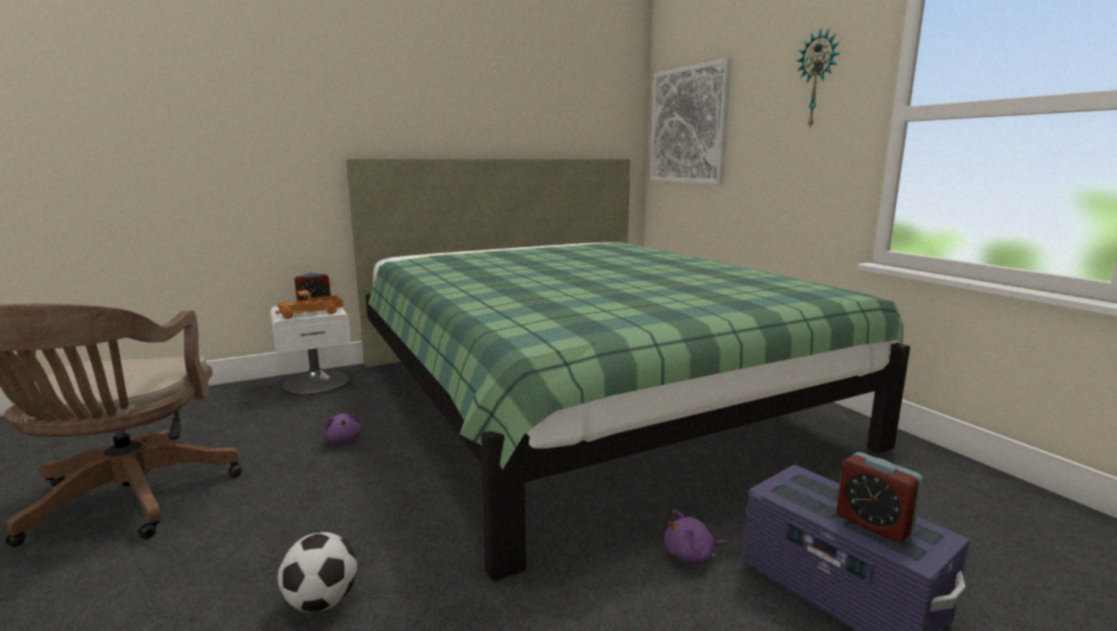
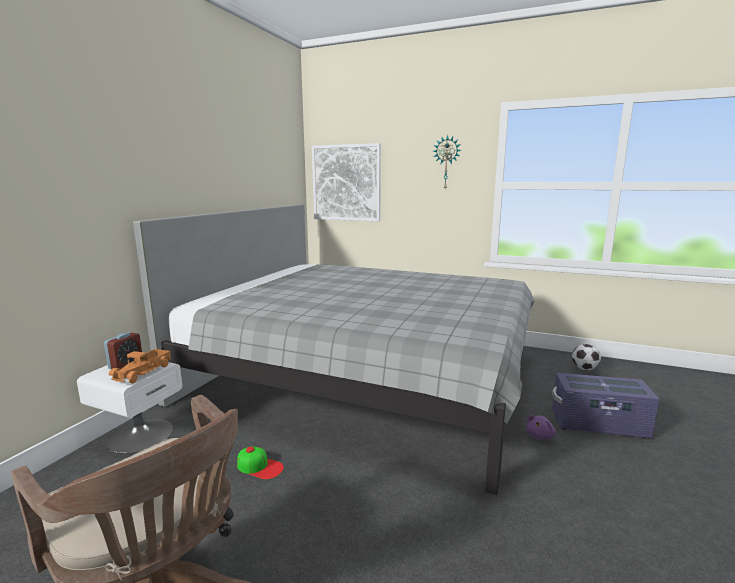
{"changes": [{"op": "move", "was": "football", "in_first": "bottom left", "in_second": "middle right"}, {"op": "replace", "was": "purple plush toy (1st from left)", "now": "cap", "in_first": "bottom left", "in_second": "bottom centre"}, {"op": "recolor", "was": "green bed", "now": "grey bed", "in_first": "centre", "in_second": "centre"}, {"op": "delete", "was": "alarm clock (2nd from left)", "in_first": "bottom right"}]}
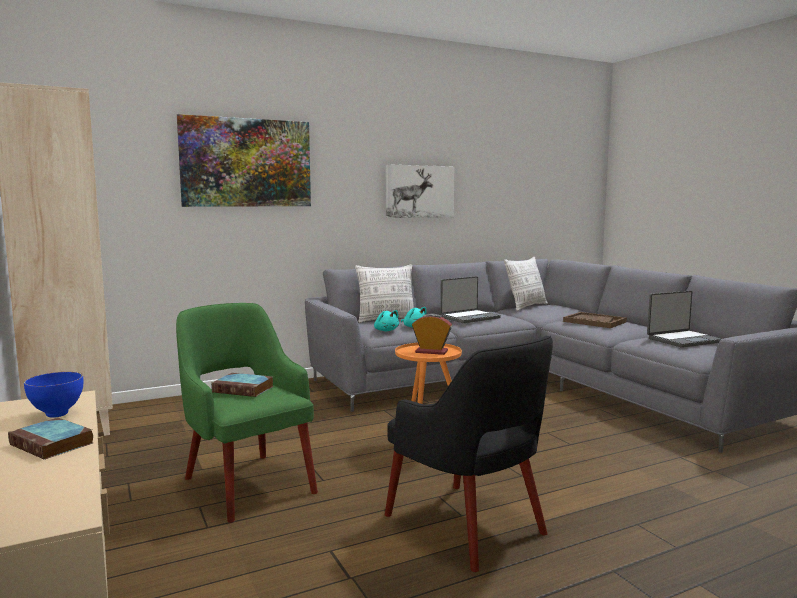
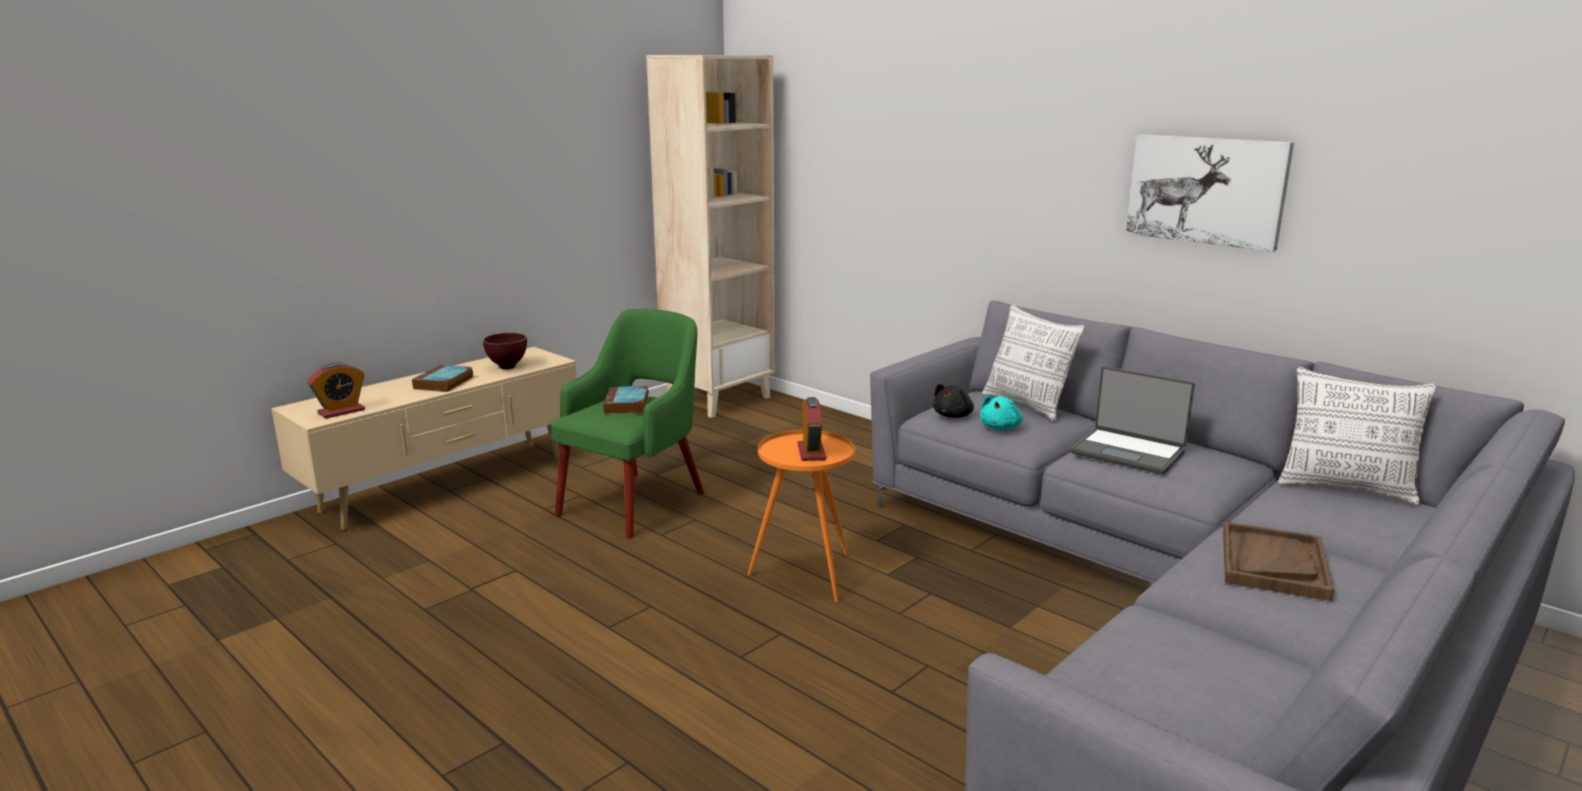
{"changes": [{"op": "recolor", "was": "blue bowl", "now": "brown bowl", "in_first": "middle left", "in_second": "middle left"}, {"op": "delete", "was": "picture (1st from left)", "in_first": "top left"}, {"op": "recolor", "was": "turquoise plush toy (1st from left)", "now": "black plush toy", "in_first": "centre", "in_second": "centre"}, {"op": "delete", "was": "black armchair", "in_first": "bottom centre"}, {"op": "delete", "was": "laptop (2nd from left)", "in_first": "middle right"}, {"op": "insert", "now": "alarm clock (1st from left)", "in_second": "middle left"}]}
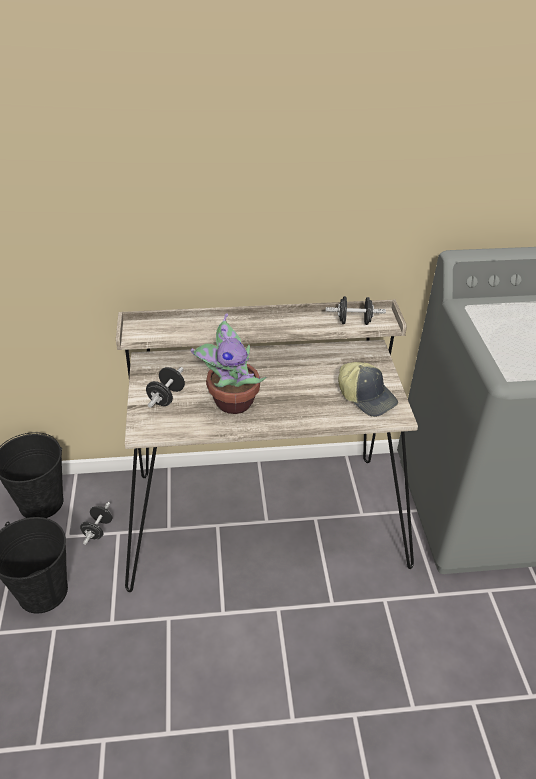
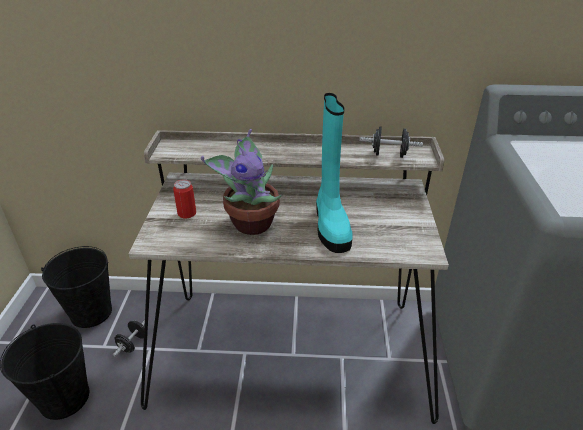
{"changes": [{"op": "replace", "was": "black dumbbell (2nd from left)", "now": "can", "in_first": "middle left", "in_second": "middle left"}, {"op": "delete", "was": "cap", "in_first": "middle right"}, {"op": "insert", "now": "turquoise boot", "in_second": "centre"}]}
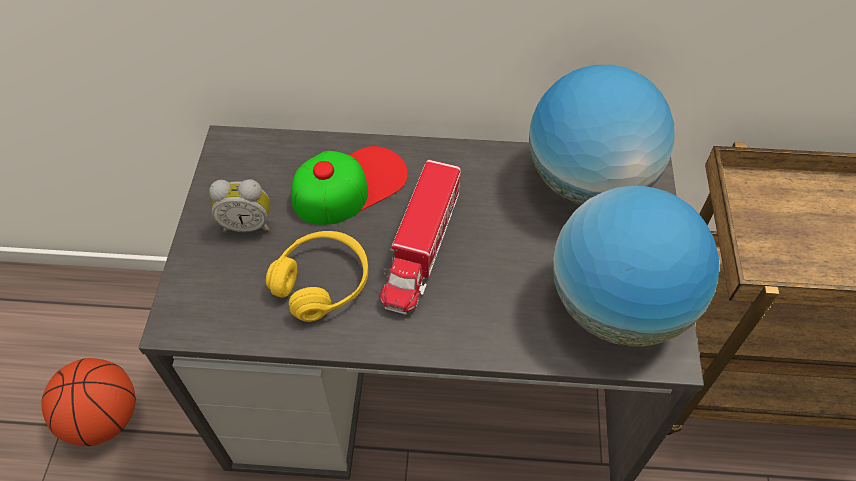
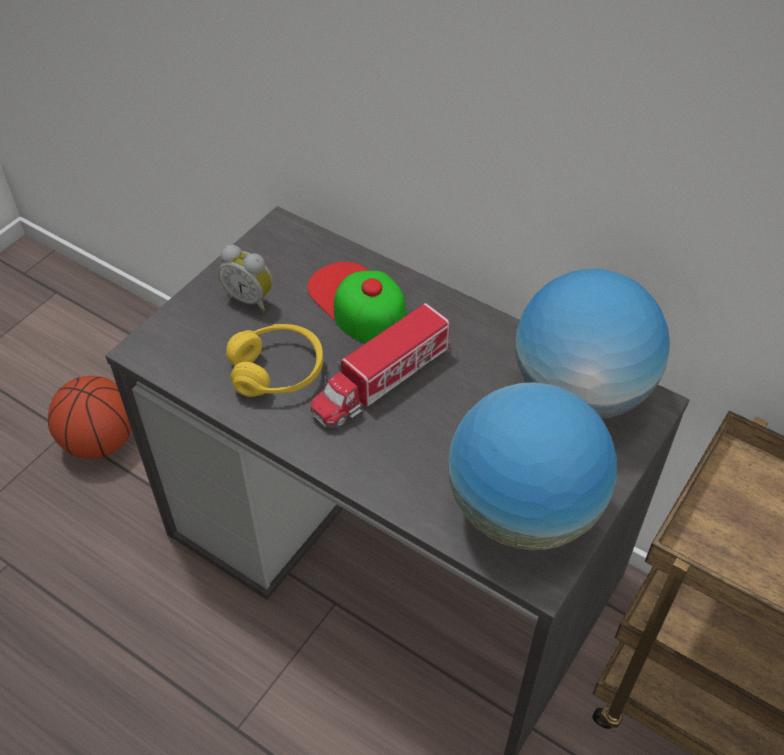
{"changes": [{"op": "rotate", "was": "cap", "in_first": "centre", "in_second": "centre", "clockwise": -120}]}
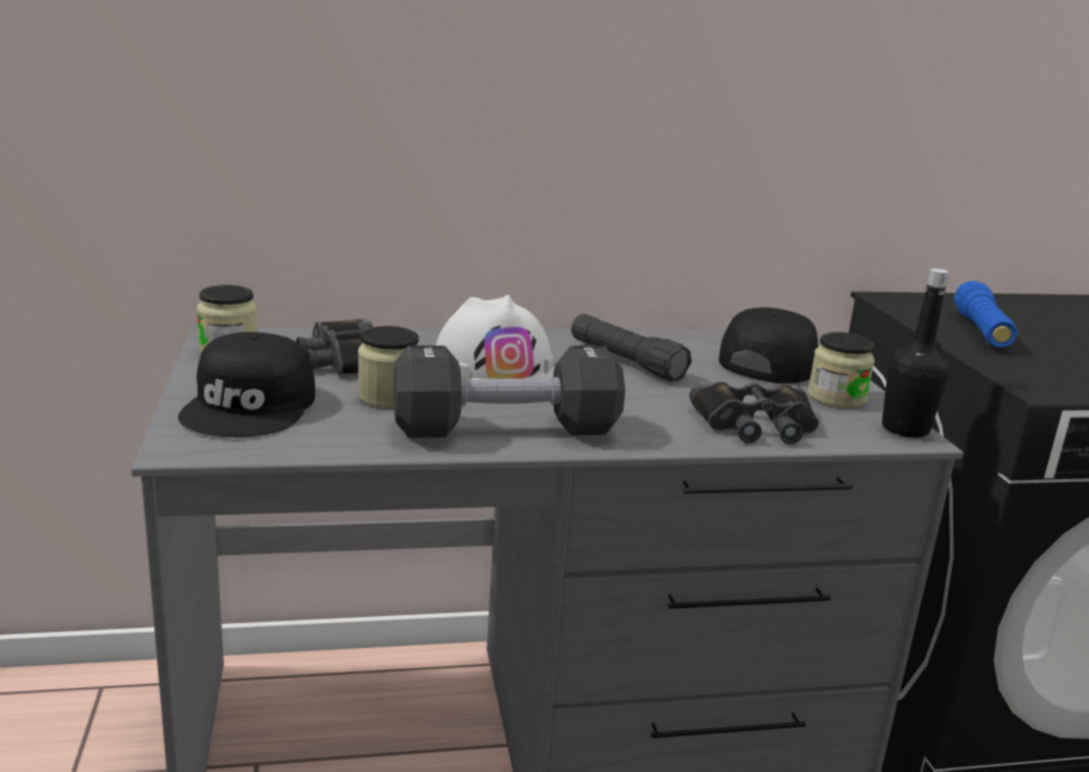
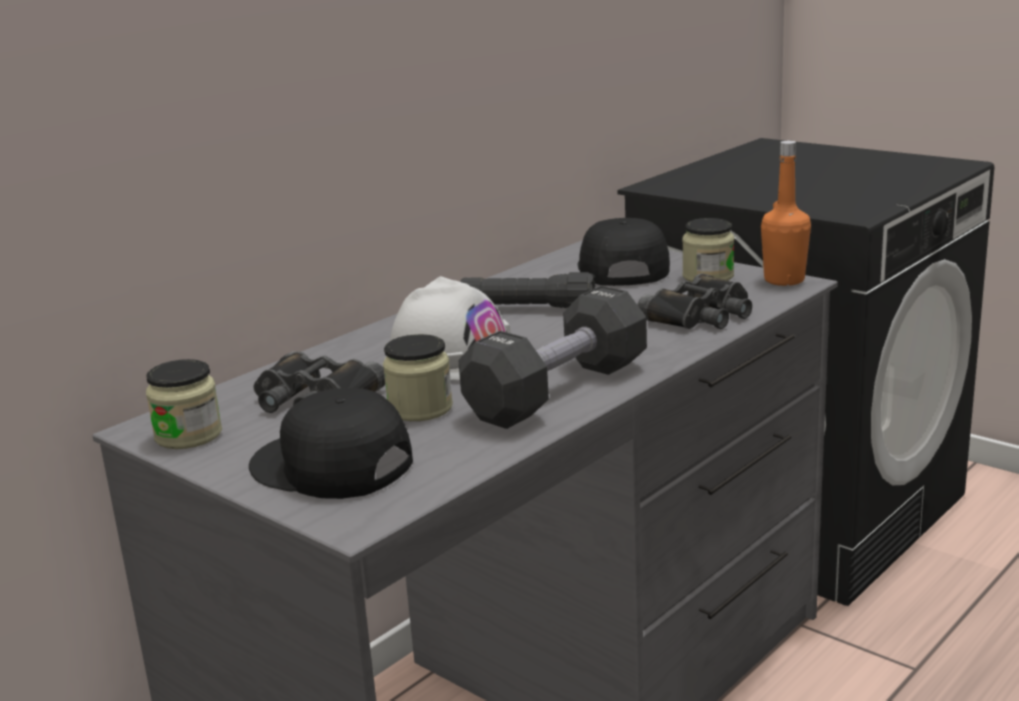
{"changes": [{"op": "rotate", "was": "black cap (1st from left)", "in_first": "middle left", "in_second": "middle left", "clockwise": 150}, {"op": "recolor", "was": "black bottle", "now": "orange bottle", "in_first": "middle right", "in_second": "top right"}, {"op": "delete", "was": "blue flashlight", "in_first": "middle right"}]}
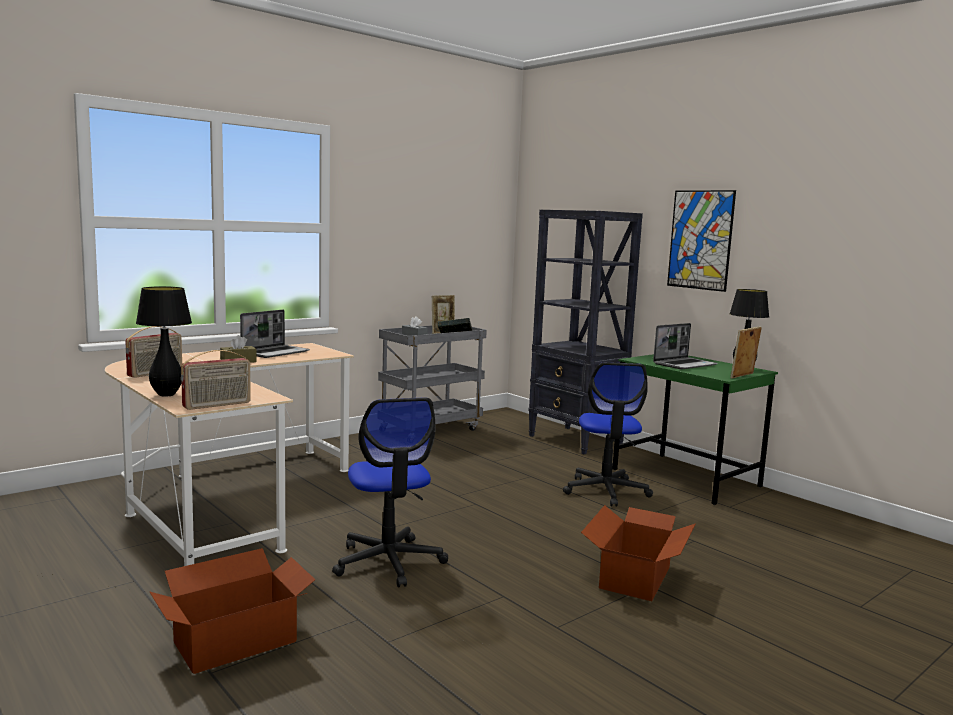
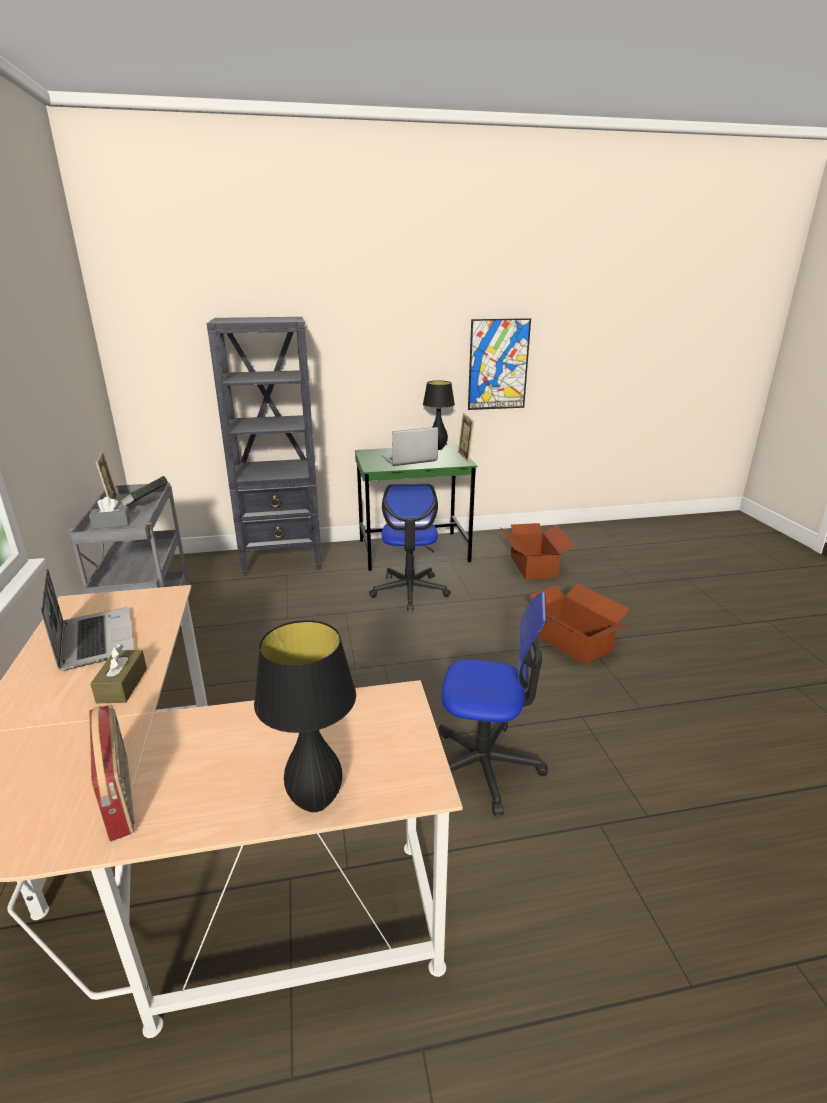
{"changes": [{"op": "move", "was": "cardboard box (1st from left)", "in_first": "bottom left", "in_second": "centre"}, {"op": "delete", "was": "radio (2nd from left)", "in_first": "middle left"}, {"op": "rotate", "was": "office chair (2nd from left in the first image)", "in_first": "centre", "in_second": "centre", "clockwise": 60}, {"op": "rotate", "was": "laptop (2nd from left)", "in_first": "middle right", "in_second": "centre", "clockwise": -105}, {"op": "move", "was": "picture", "in_first": "middle right", "in_second": "top centre"}]}
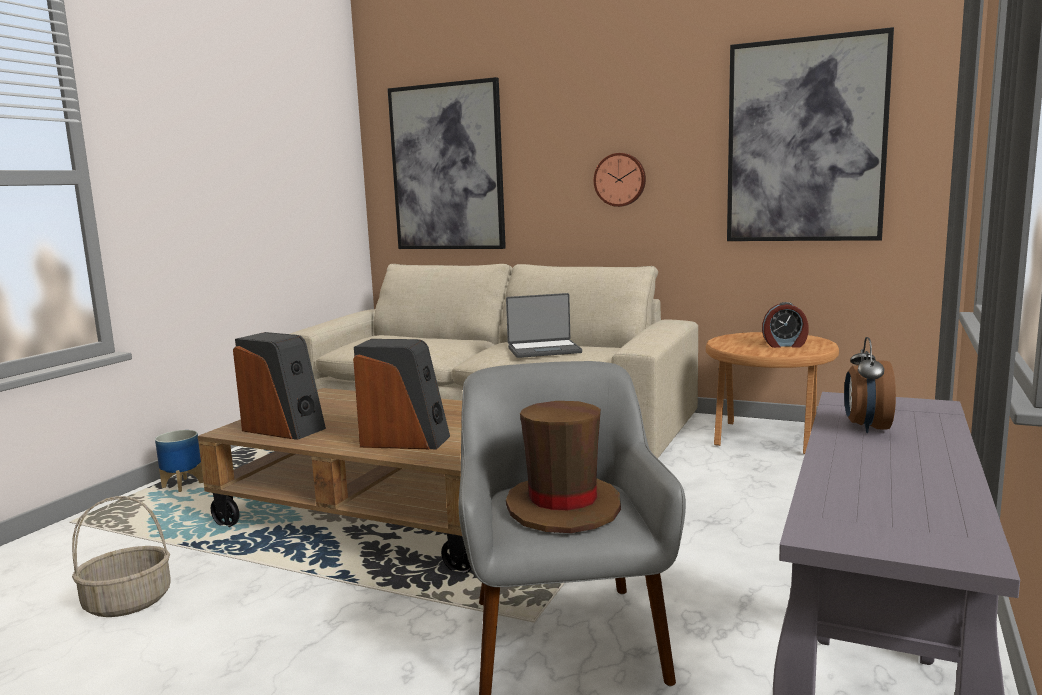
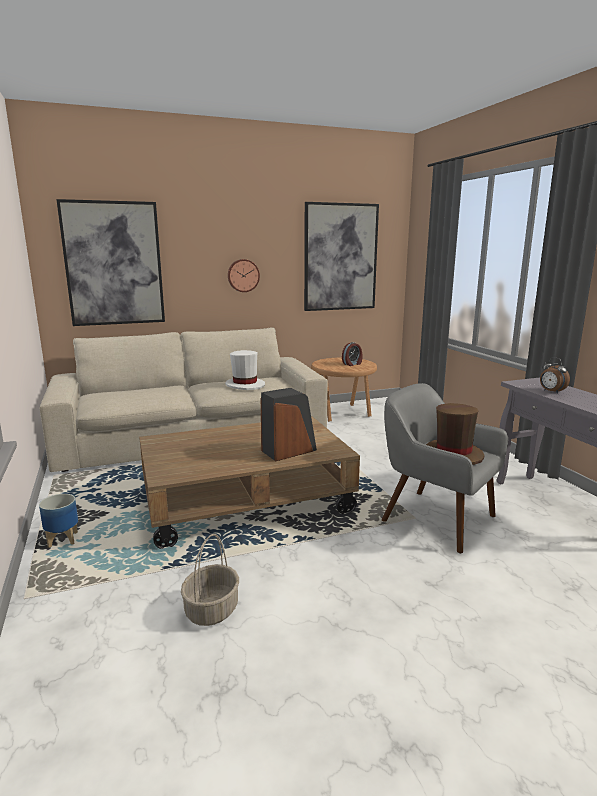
{"changes": [{"op": "delete", "was": "speaker (1st from left)", "in_first": "middle left"}, {"op": "replace", "was": "laptop", "now": "white hat", "in_first": "centre", "in_second": "centre"}]}
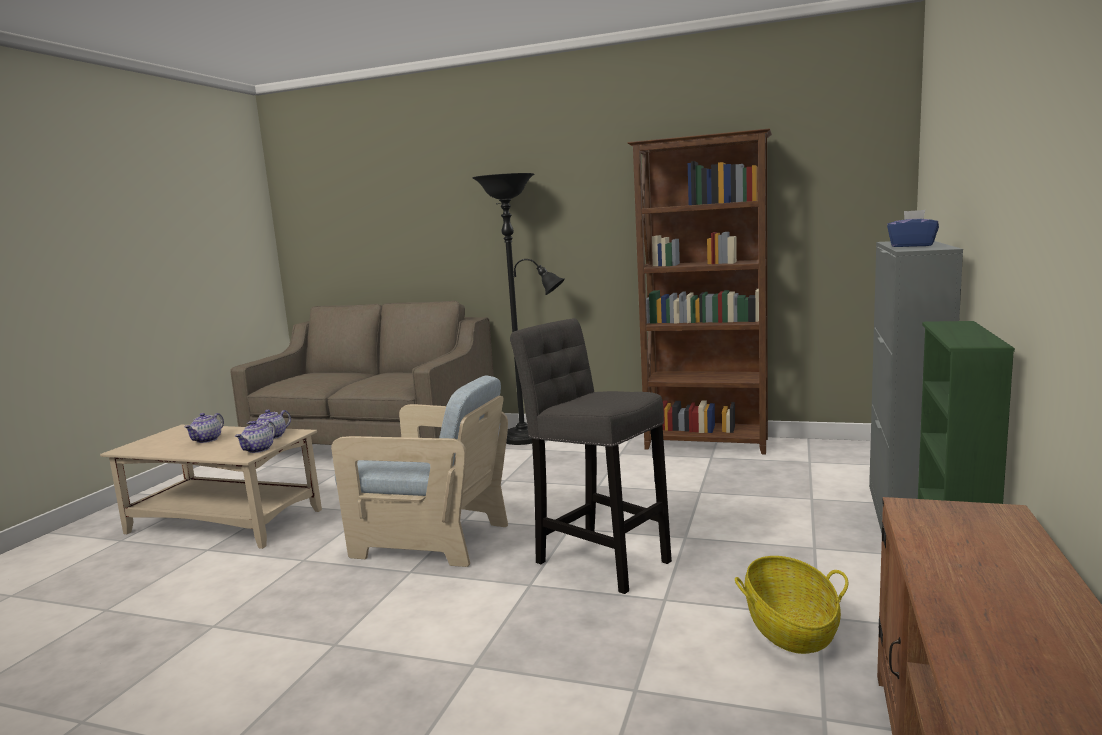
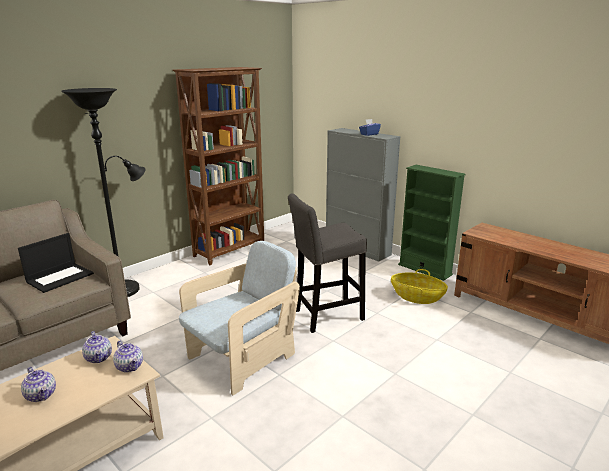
{"changes": [{"op": "insert", "now": "laptop", "in_second": "middle left"}]}
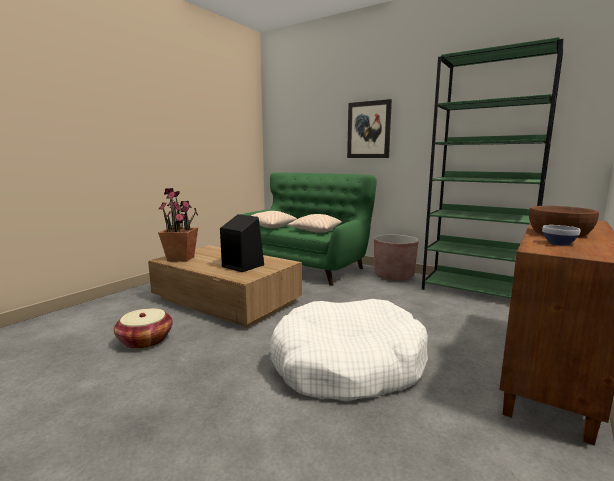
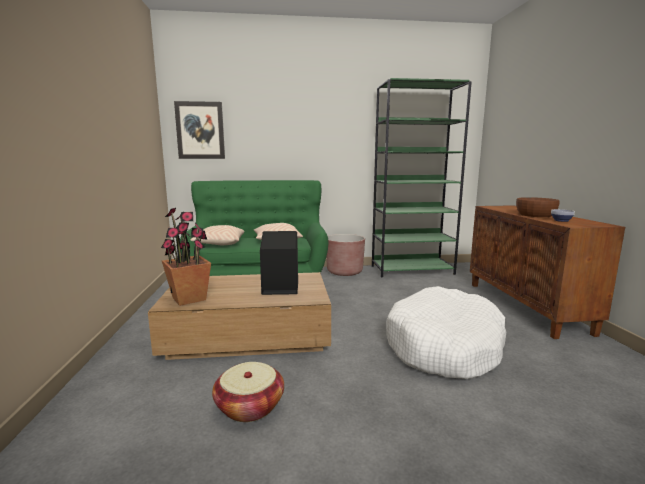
{"changes": [{"op": "move", "was": "picture", "in_first": "top centre", "in_second": "top left"}]}
